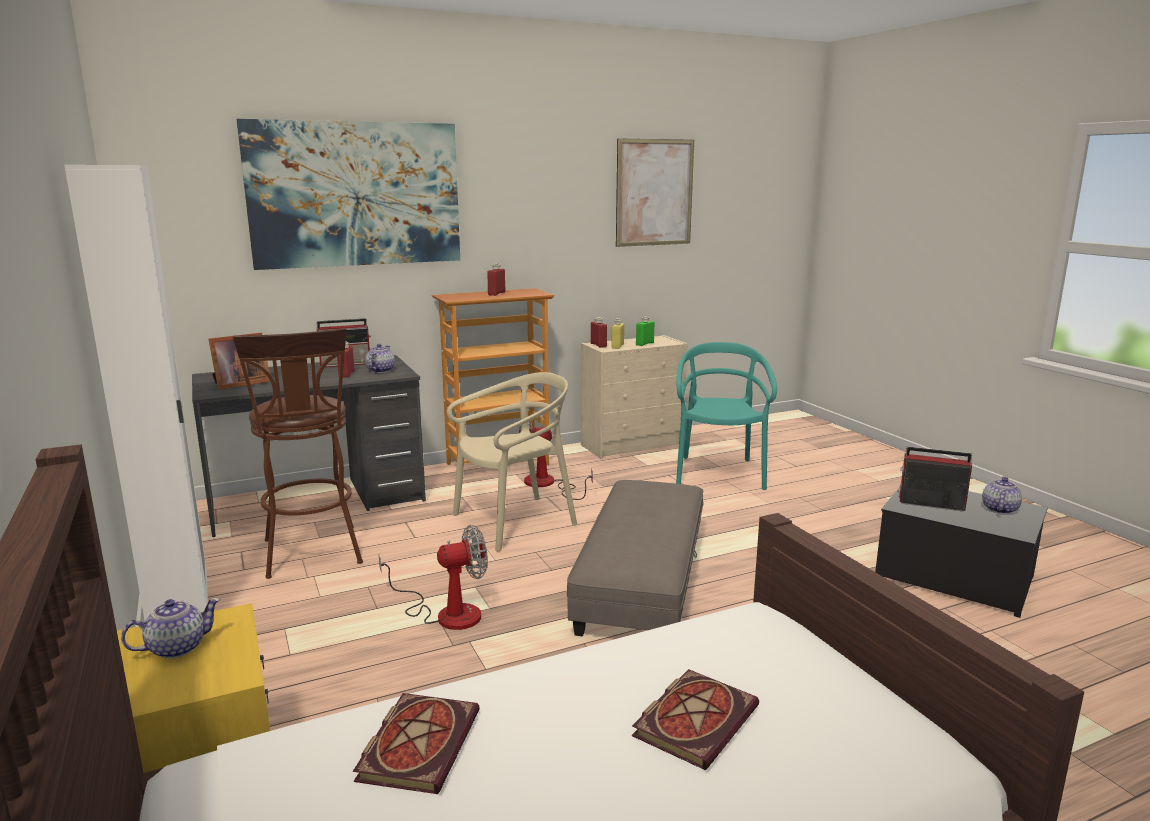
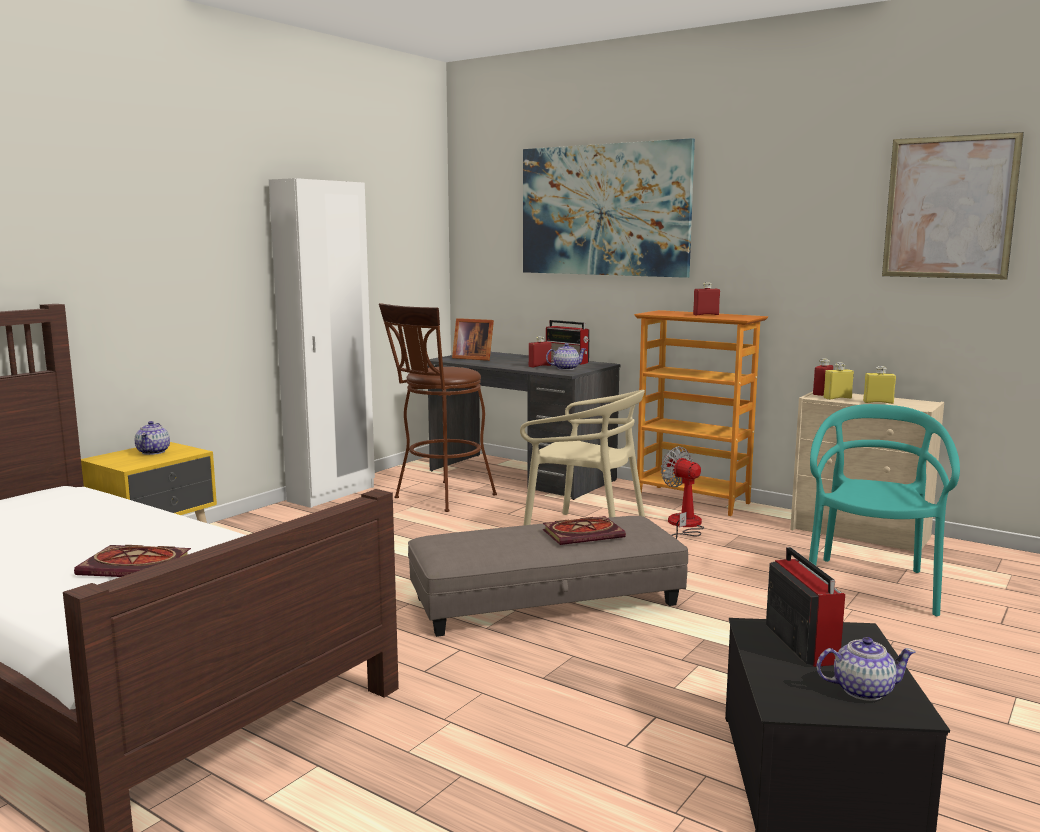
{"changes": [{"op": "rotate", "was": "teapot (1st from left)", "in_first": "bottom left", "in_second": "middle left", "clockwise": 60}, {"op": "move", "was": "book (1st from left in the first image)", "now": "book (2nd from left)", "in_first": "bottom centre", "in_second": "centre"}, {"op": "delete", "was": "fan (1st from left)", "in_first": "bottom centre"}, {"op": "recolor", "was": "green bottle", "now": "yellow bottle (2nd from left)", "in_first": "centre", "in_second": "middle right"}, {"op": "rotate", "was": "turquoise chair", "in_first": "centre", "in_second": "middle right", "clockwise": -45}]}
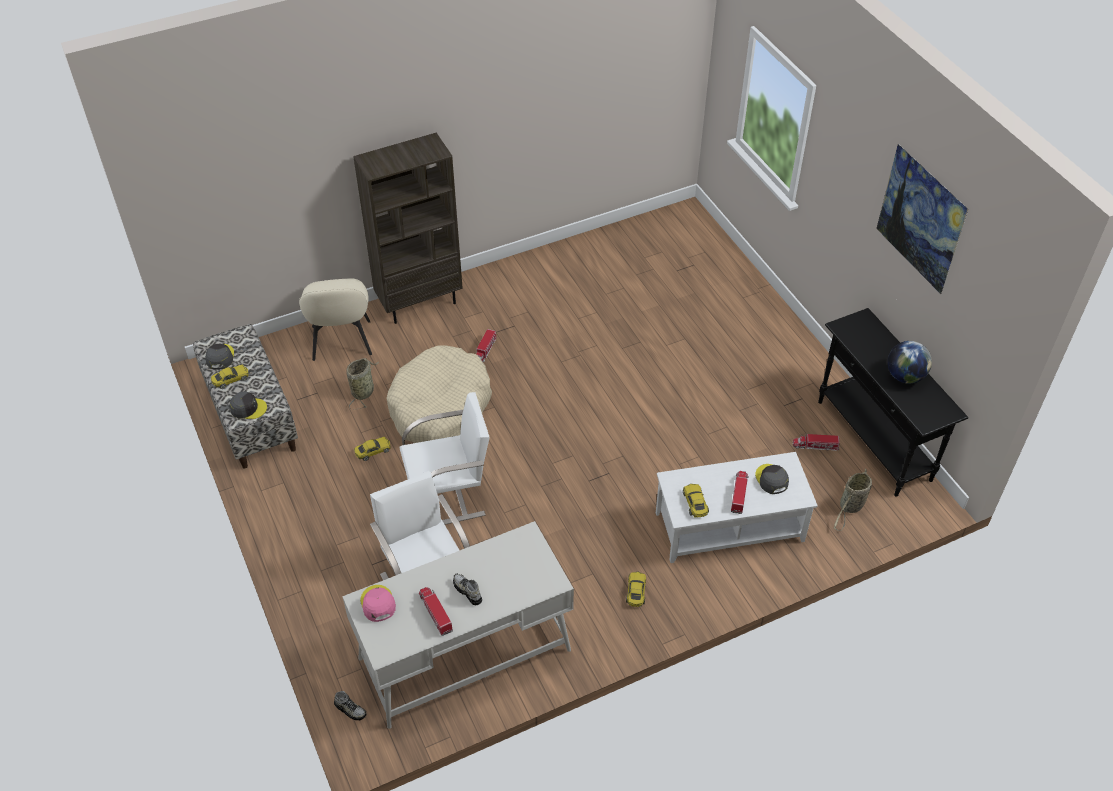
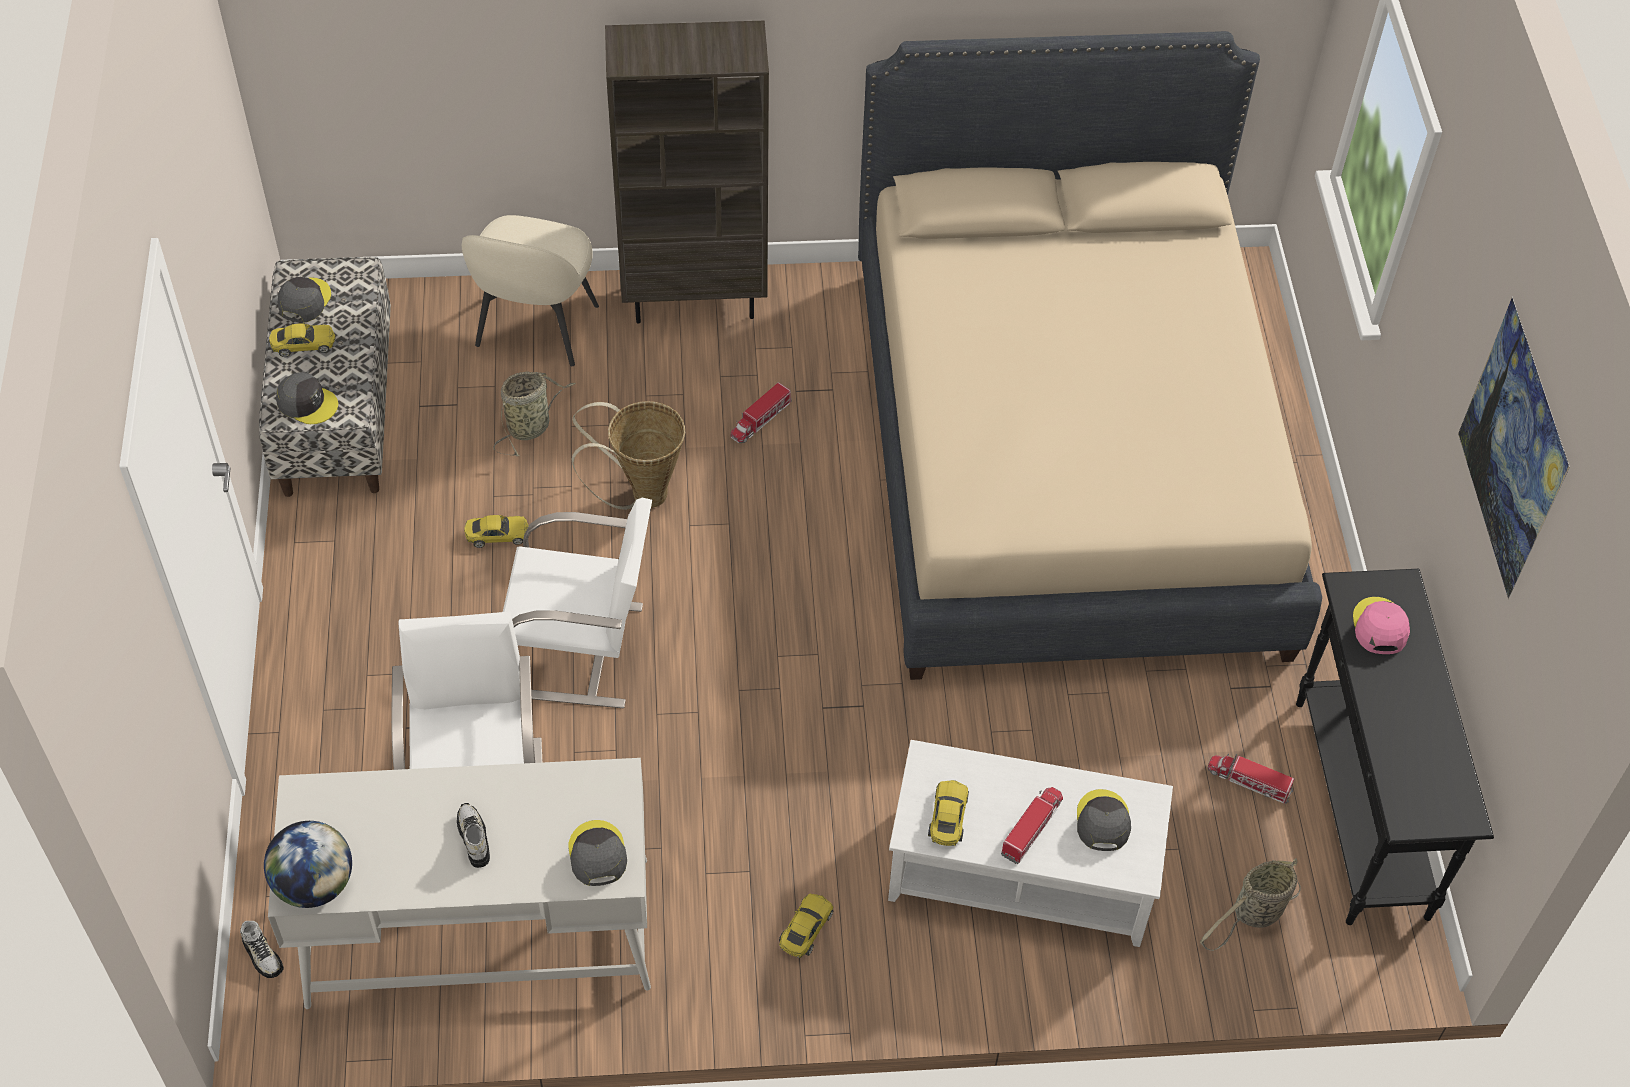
{"changes": [{"op": "move", "was": "pink cap", "in_first": "bottom centre", "in_second": "middle right"}, {"op": "replace", "was": "beige dog bed", "now": "basket (2nd from left)", "in_first": "centre", "in_second": "centre"}, {"op": "delete", "was": "toy truck (1st from left)", "in_first": "bottom centre"}, {"op": "move", "was": "globe", "in_first": "middle right", "in_second": "bottom left"}, {"op": "insert", "now": "grey cap (3rd from left)", "in_second": "bottom centre"}, {"op": "insert", "now": "beige bed", "in_second": "top right"}]}
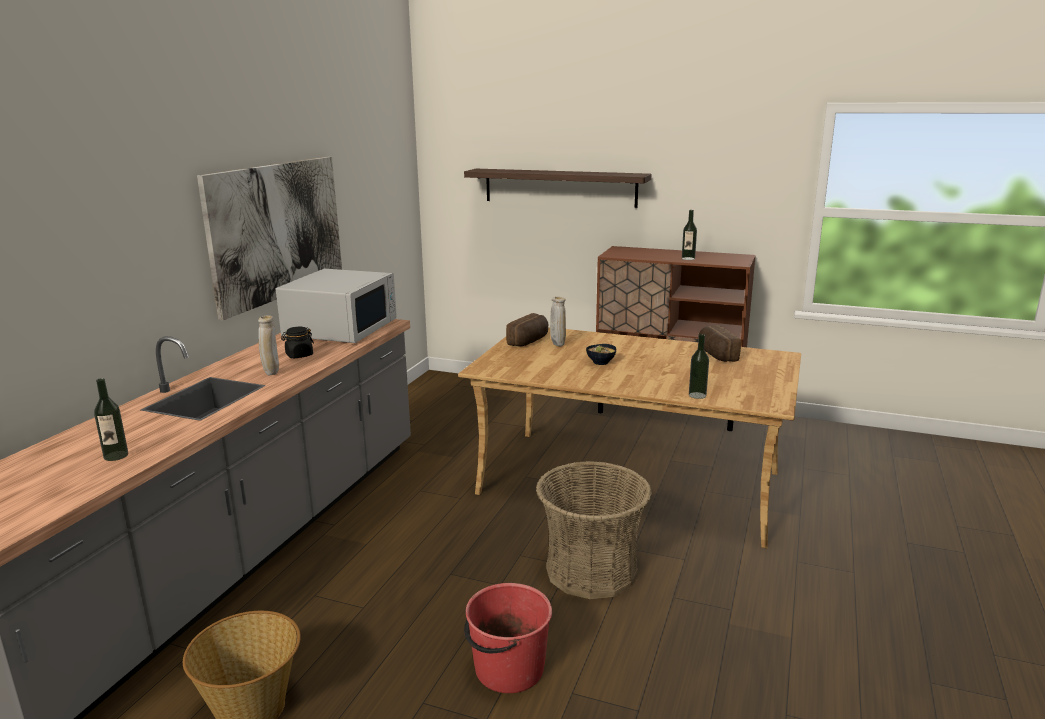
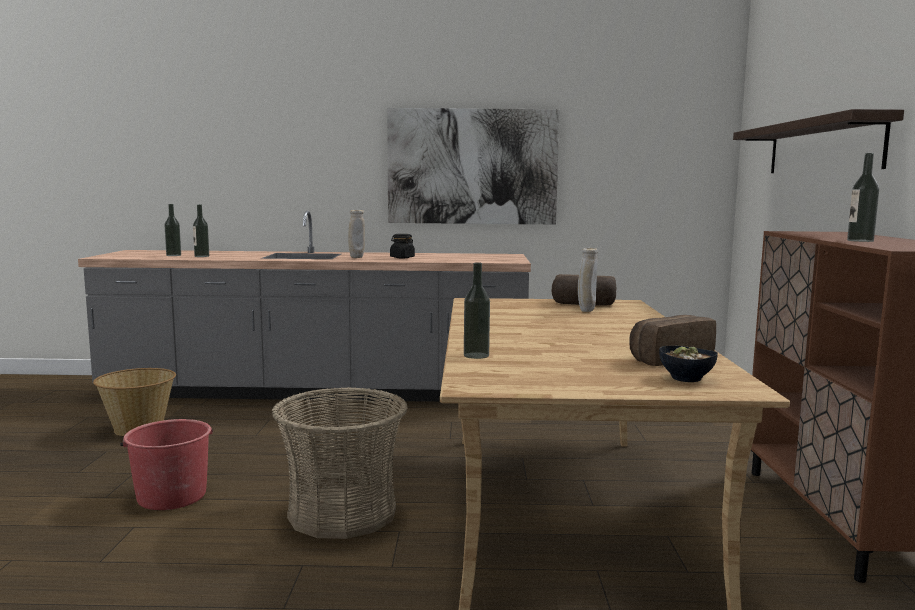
{"changes": [{"op": "delete", "was": "white microwave", "in_first": "middle left"}, {"op": "move", "was": "bowl", "in_first": "centre", "in_second": "middle right"}, {"op": "insert", "now": "bottle (1st from left)", "in_second": "middle left"}]}
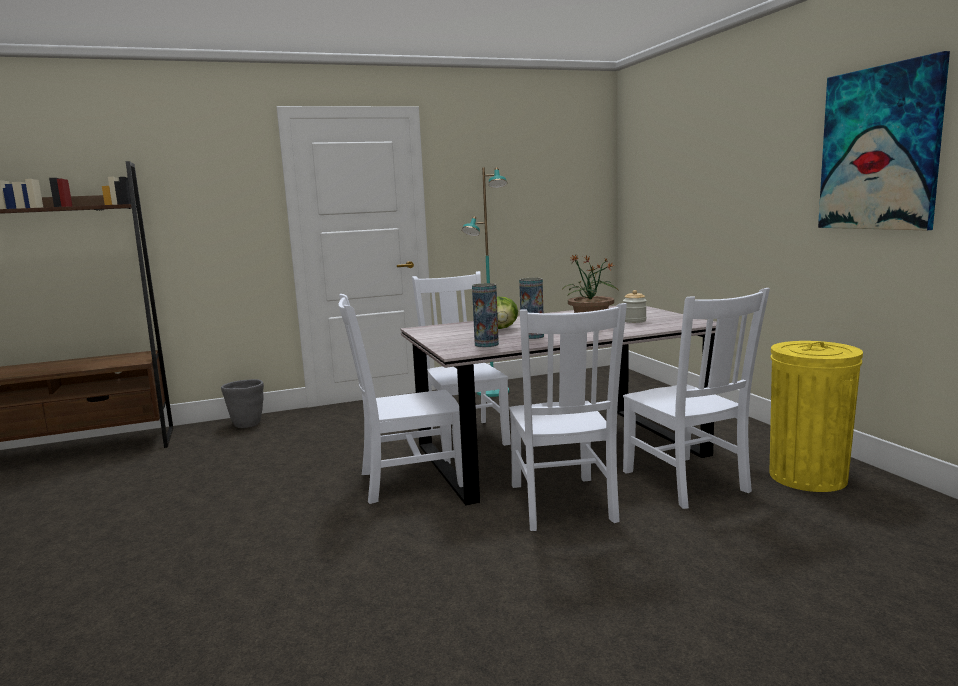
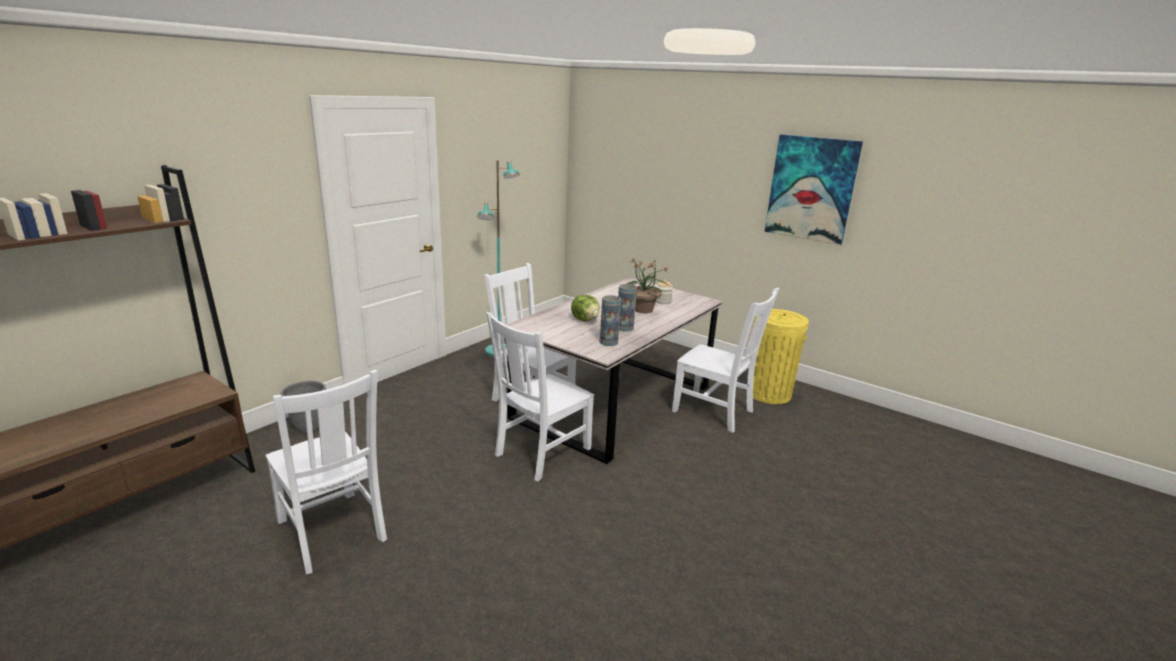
{"changes": [{"op": "move", "was": "white chair (3rd from left in the first image)", "now": "white chair (1st from left)", "in_first": "centre", "in_second": "bottom left"}]}
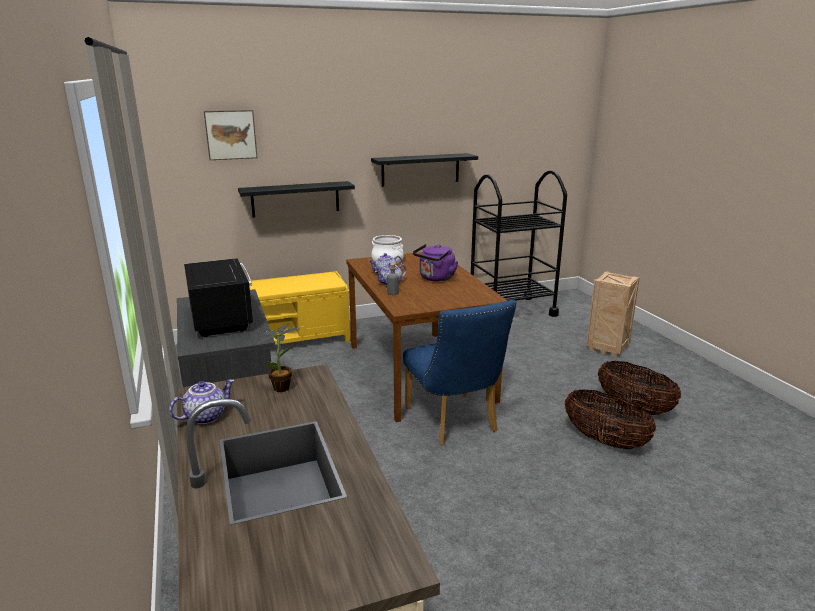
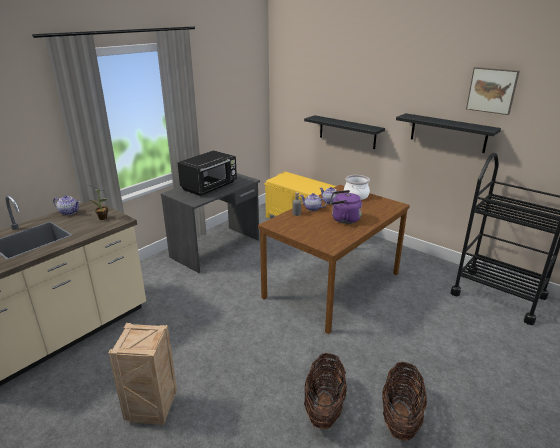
{"changes": [{"op": "move", "was": "picture", "in_first": "top left", "in_second": "top right"}, {"op": "delete", "was": "blue chair", "in_first": "centre"}, {"op": "move", "was": "crate", "in_first": "middle right", "in_second": "bottom left"}]}
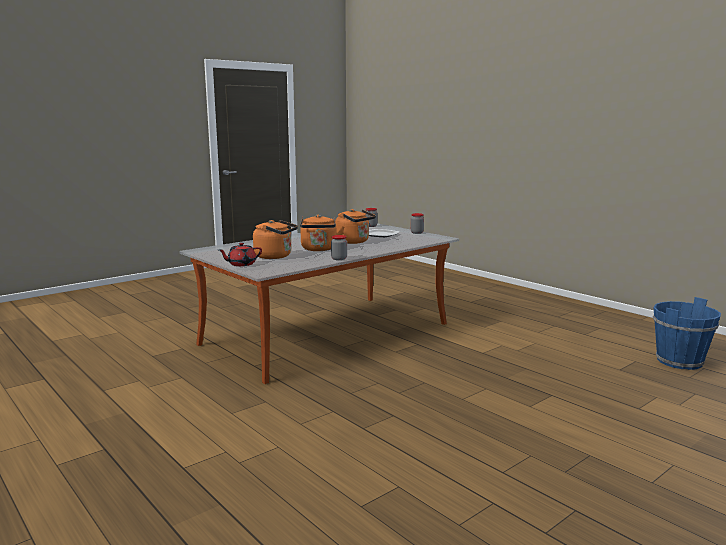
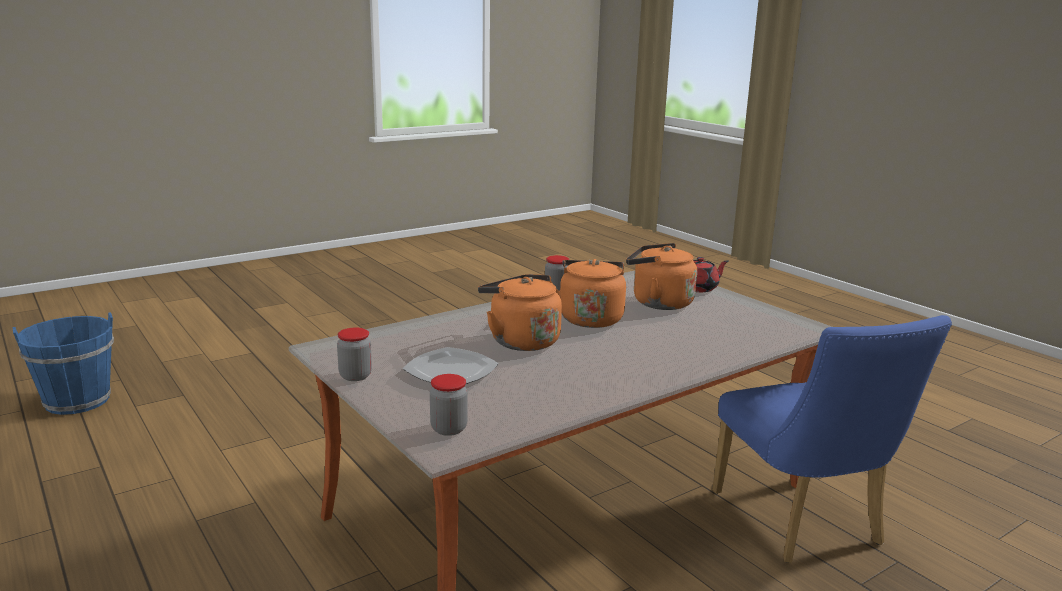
{"changes": [{"op": "insert", "now": "blue chair", "in_second": "bottom right"}]}
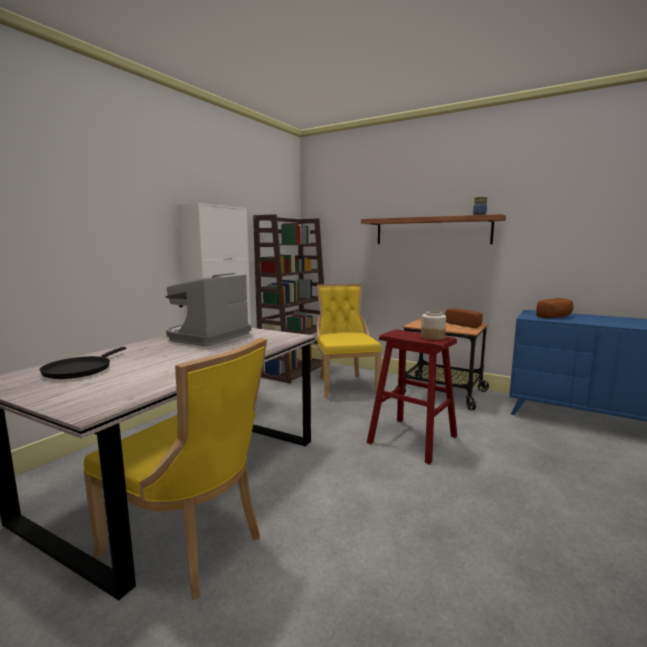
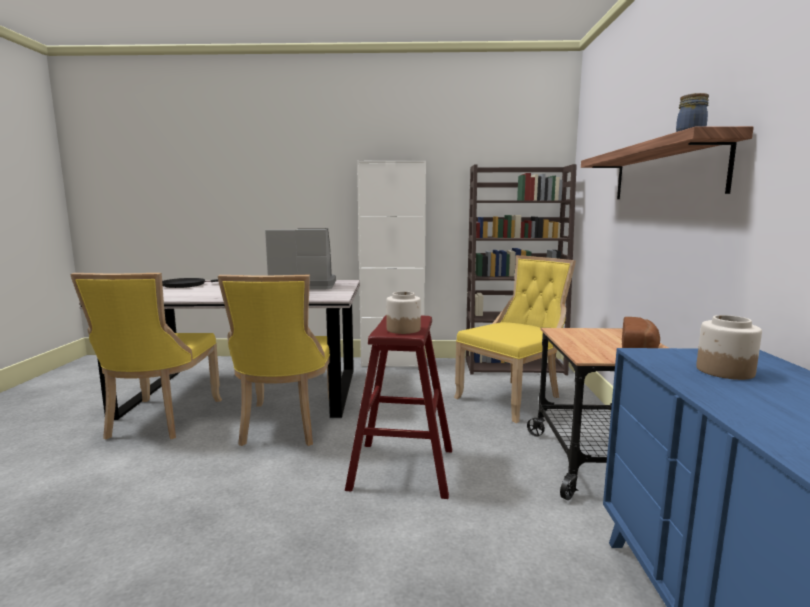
{"changes": [{"op": "replace", "was": "bread (2nd from left)", "now": "jar (3rd from left)", "in_first": "middle right", "in_second": "middle right"}, {"op": "insert", "now": "yellow chair (2nd from left)", "in_second": "centre"}]}
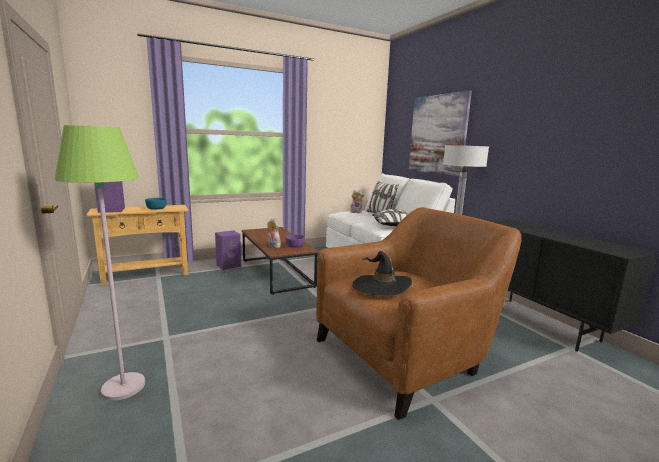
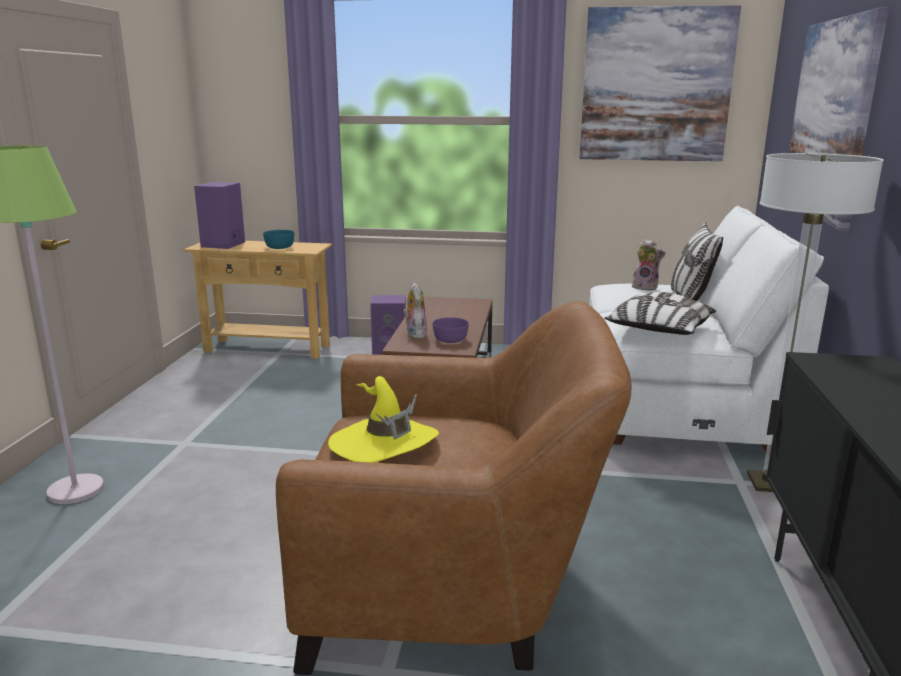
{"changes": [{"op": "recolor", "was": "black hat", "now": "yellow hat", "in_first": "centre", "in_second": "centre"}, {"op": "insert", "now": "picture (1st from left)", "in_second": "top right"}]}
